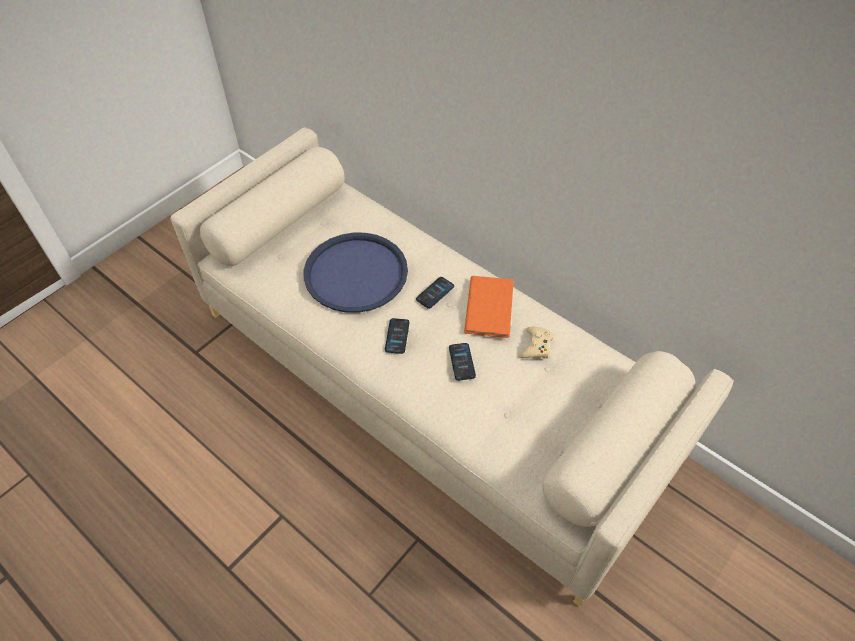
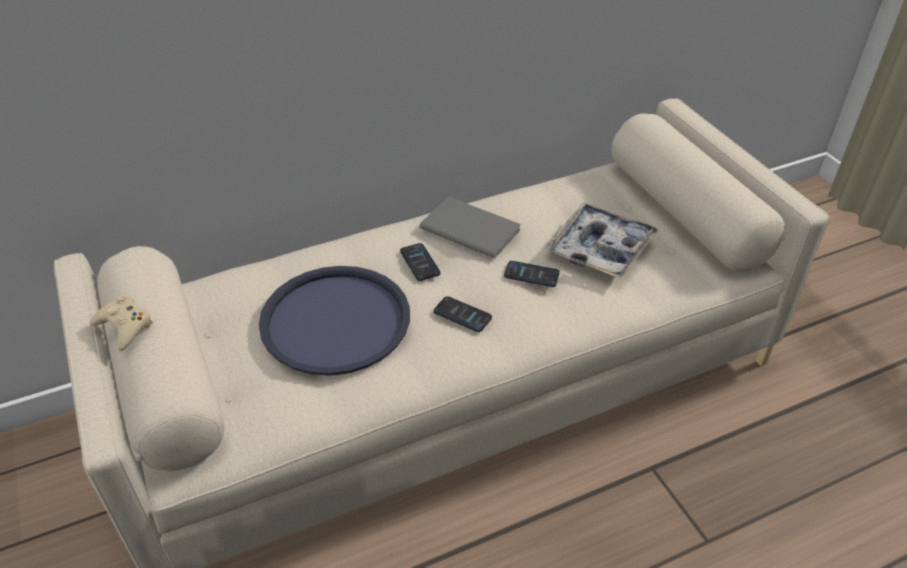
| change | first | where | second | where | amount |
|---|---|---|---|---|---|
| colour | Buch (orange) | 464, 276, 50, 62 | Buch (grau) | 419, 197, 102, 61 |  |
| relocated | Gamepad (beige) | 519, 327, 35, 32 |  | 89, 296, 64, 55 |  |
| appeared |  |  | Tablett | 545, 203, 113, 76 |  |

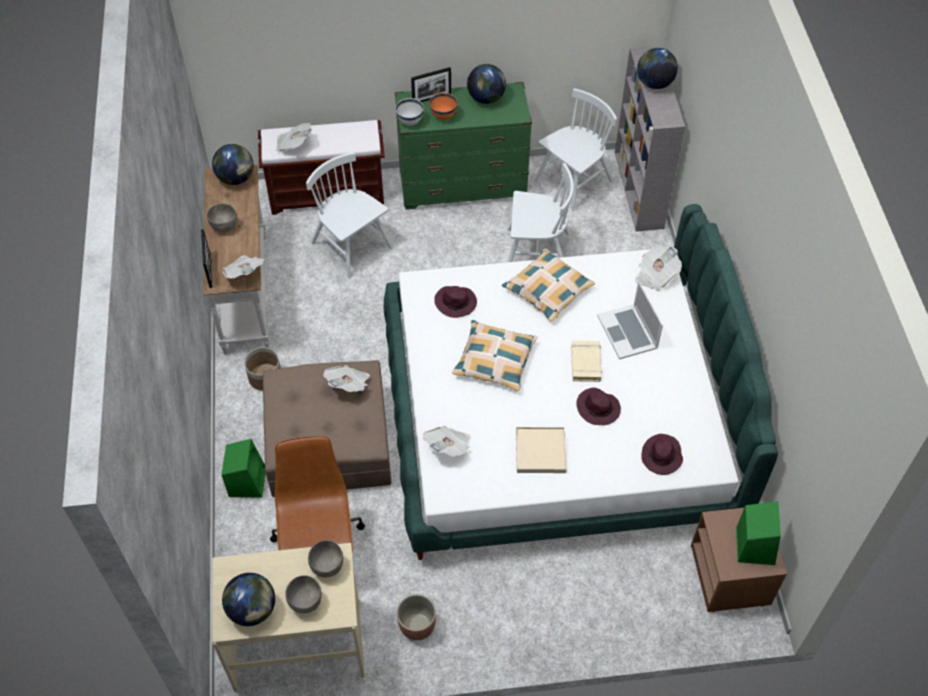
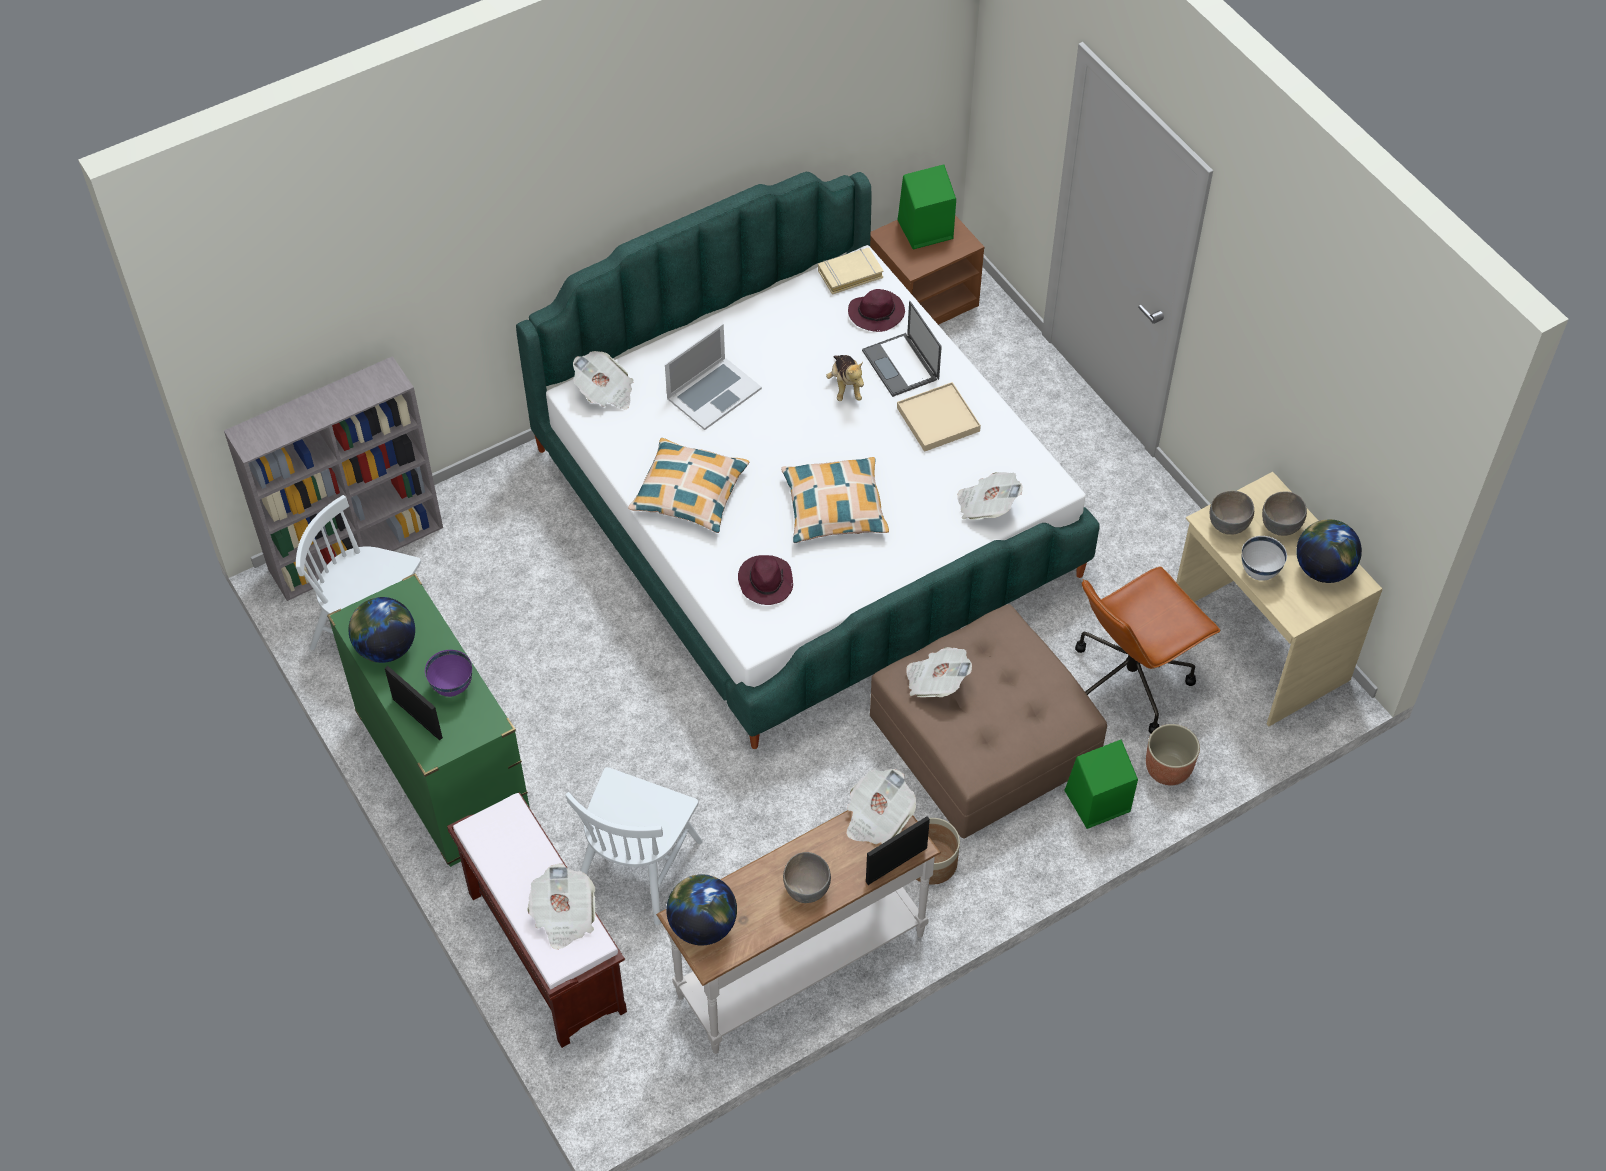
| change | first | where | second | where | amount |
|---|---|---|---|---|---|
| relocated | Schüssel (weiß) | 395, 98, 29, 28 |  | 1242, 536, 45, 45 |  |
| relocated | Pflanzkübel | 397, 594, 39, 47 |  | 1146, 724, 54, 61 |  |
| colour | Schüssel (orange) | 429, 93, 28, 27 | Schüssel (lila) | 425, 650, 47, 47 |  |
| missing | Stuhl (weiß) | 508, 163, 66, 99 |  |  |  |
| relocated | Buch (beige) | 571, 341, 31, 41 |  | 818, 247, 65, 48 |  |
| exchanged | Hut (lila) | 576, 388, 45, 37 | Plüschtier | 826, 355, 38, 46 |  |
| missing | Globus | 637, 48, 41, 41 |  |  |  |
| appeared |  |  | Laptop | 862, 301, 80, 96 |  |

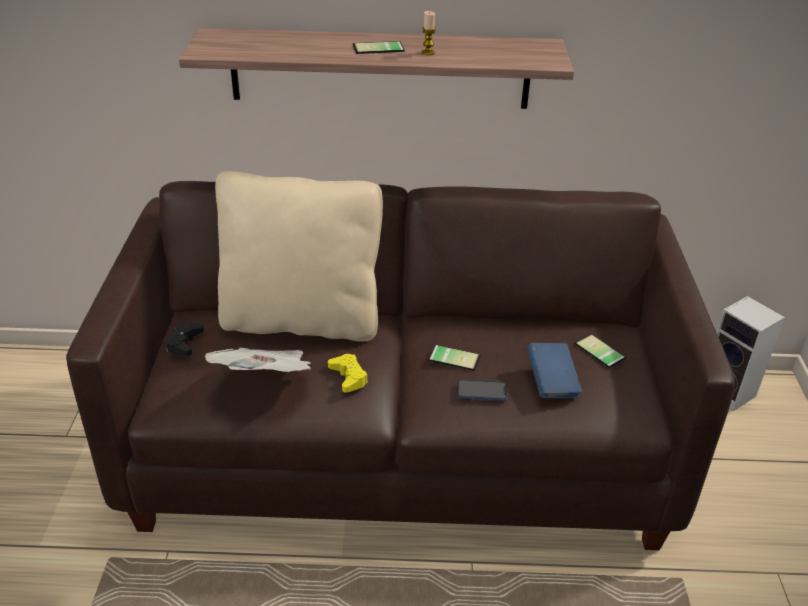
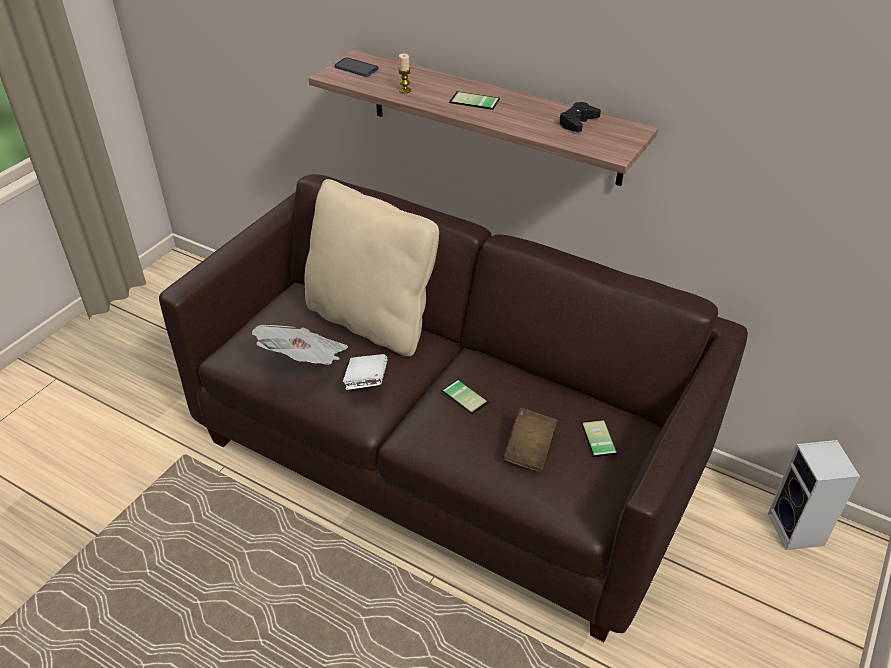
| change | first | where | second | where | amount |
|---|---|---|---|---|---|
| relocated | Gamepad (schwarz) | 166, 321, 38, 35 |  | 559, 102, 42, 30 |  |
| exchanged | Gamepad (gelb) | 328, 354, 40, 39 | Buch (weiß) | 343, 354, 45, 36 |  |
| relocated | Kerze | 422, 11, 14, 44 |  | 398, 54, 13, 40 |  |
| relocated | Handy | 457, 379, 50, 22 |  | 335, 57, 44, 20 |  |
| colour | Buch (blau) | 526, 343, 56, 55 | Buch (braun) | 502, 408, 55, 64 |  |

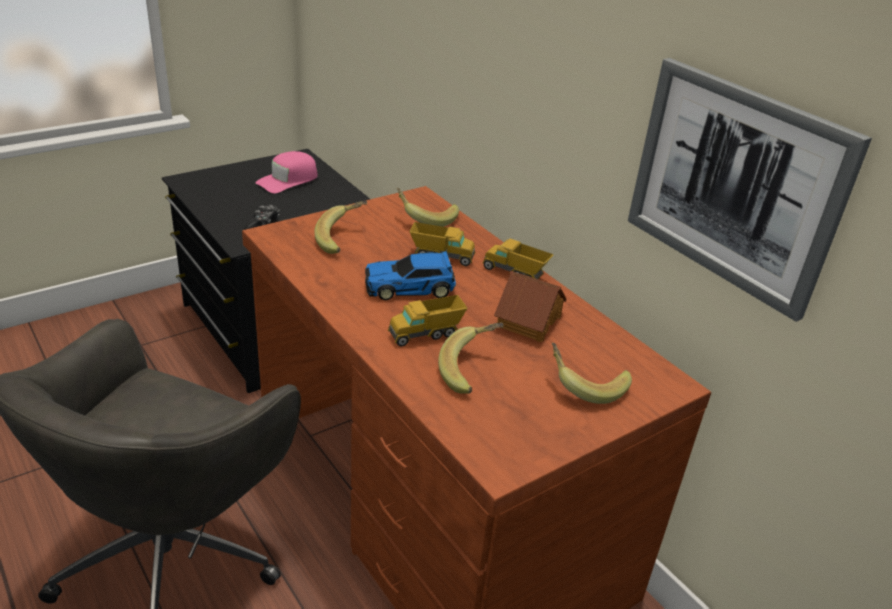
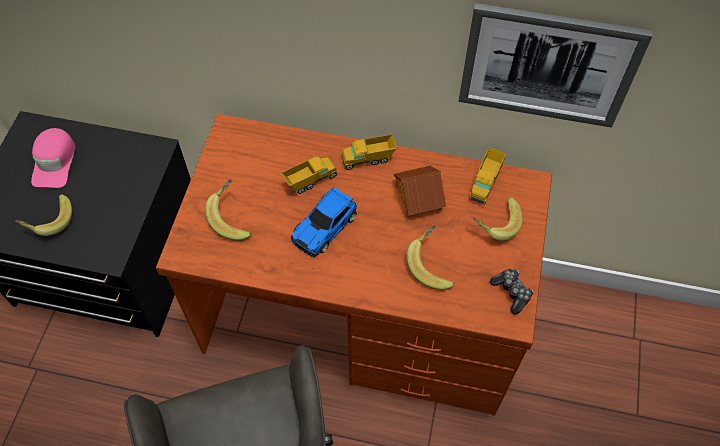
| change | first | where | second | where | amount |
|---|---|---|---|---|---|
| relocated | Gamepad | 244, 205, 36, 25 |  | 490, 269, 44, 46 |  |
| relocated | Spielzeuglaster | 388, 295, 79, 51 |  | 469, 148, 37, 57 |  |
| relocated | Banane | 397, 188, 62, 39 |  | 15, 194, 57, 42 |  |

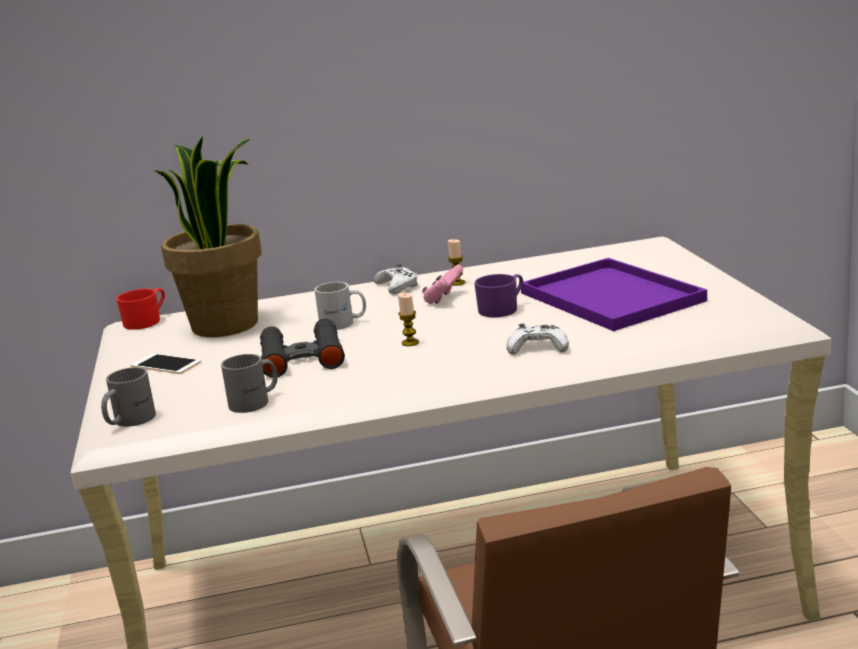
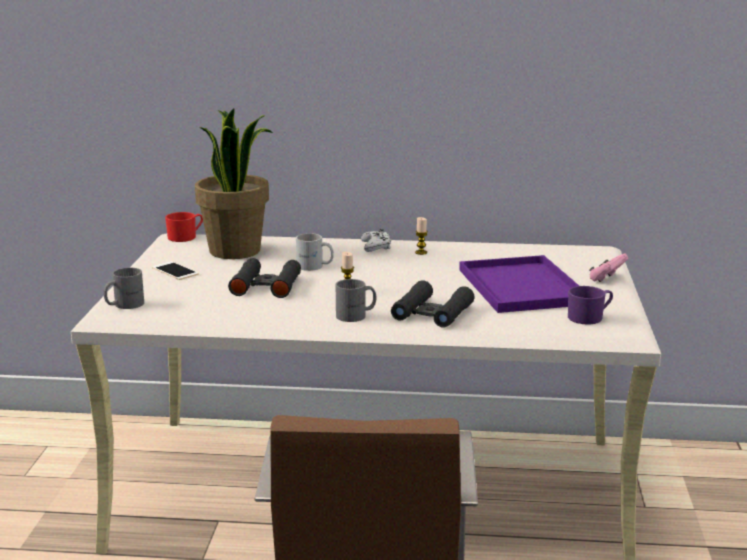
| change | first | where | second | where | amount |
|---|---|---|---|---|---|
| relocated | Henkelbecher (grau) | 221, 354, 57, 59 |  | 336, 279, 40, 43 |  |
| relocated | Gamepad (rosa) | 422, 265, 41, 39 |  | 589, 253, 39, 29 |  |
| relocated | Henkelbecher (lila) | 474, 274, 49, 43 |  | 568, 286, 45, 39 |  |
| exchanged | Gamepad (weiß) | 507, 324, 62, 31 | Fernglas (schwarz) | 391, 280, 83, 48 |  |

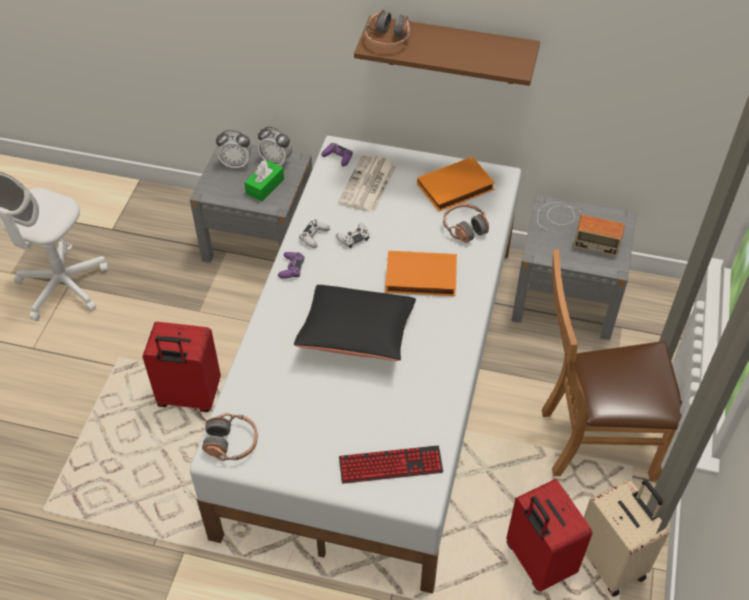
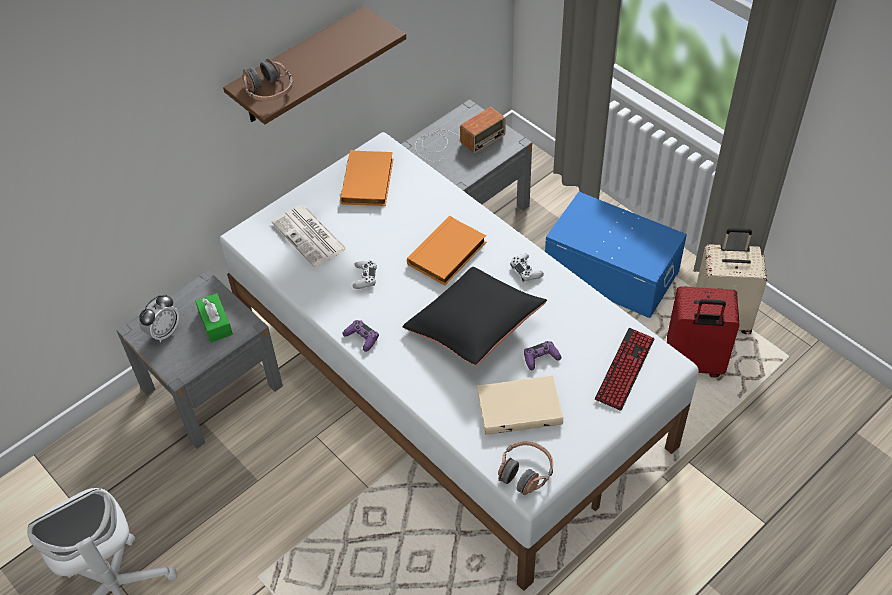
| change | first | where | second | where | amount |
|---|---|---|---|---|---|
| missing | Koffer (rot) | 143, 322, 78, 90 |  |  |  |
| missing | Wecker | 258, 127, 34, 40 |  |  |  |
| relocated | Gamepad (weiß) | 299, 220, 31, 28 |  | 510, 253, 34, 29 |  |
| relocated | Gamepad (lila) | 321, 143, 32, 24 |  | 524, 341, 37, 29 |  |
| missing | Kopfhörer | 443, 203, 46, 40 |  |  |  |
| exchanged | Stuhl (braun) | 542, 249, 140, 232 | Aufbewahrungsbox (blau) | 545, 192, 142, 126 |  |
| appeared |  |  | Buch (beige) | 477, 376, 86, 59 |  |

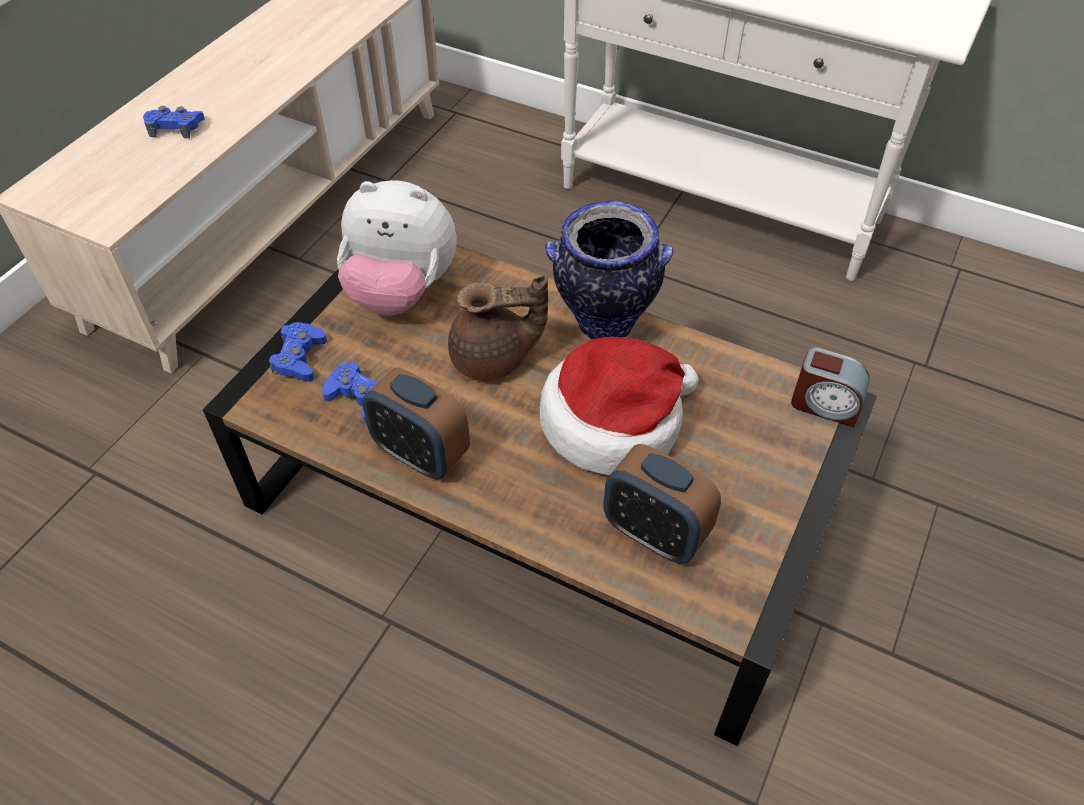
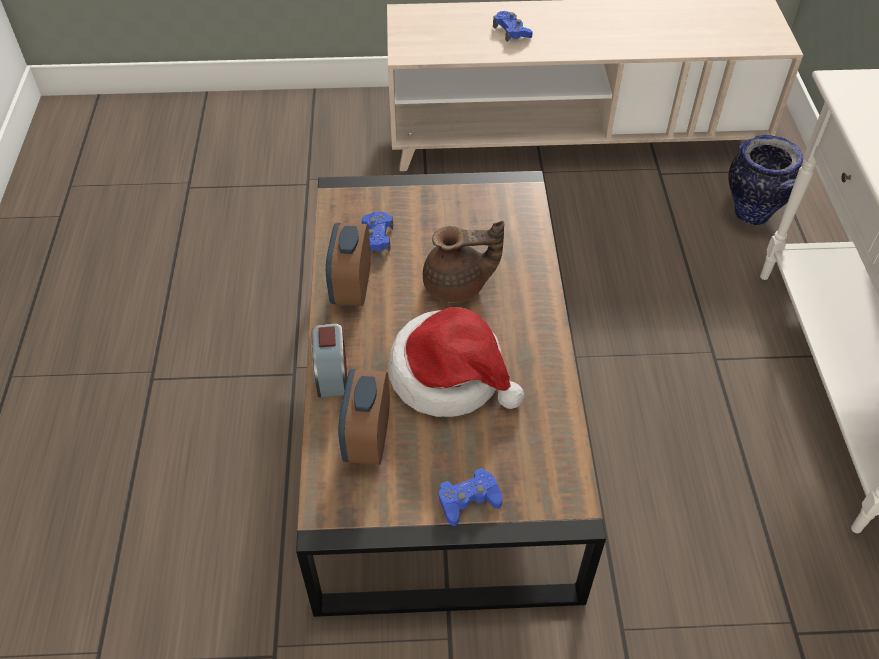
| change | first | where | second | where | amount |
|---|---|---|---|---|---|
| relocated | Gamepad (blau) | 269, 322, 58, 60 |  | 439, 468, 63, 58 |  |
| missing | Plüschtier | 337, 180, 120, 136 |  |  |  |
| spun | Teekanne (braun) | 448, 275, 100, 105 |  | 423, 221, 81, 82 | 60 degrees counterclockwise |
| relocated | Vase | 545, 201, 128, 138 |  | 728, 135, 75, 90 |  |
| relocated | Wecker | 791, 347, 79, 80 |  | 311, 324, 36, 73 |  |

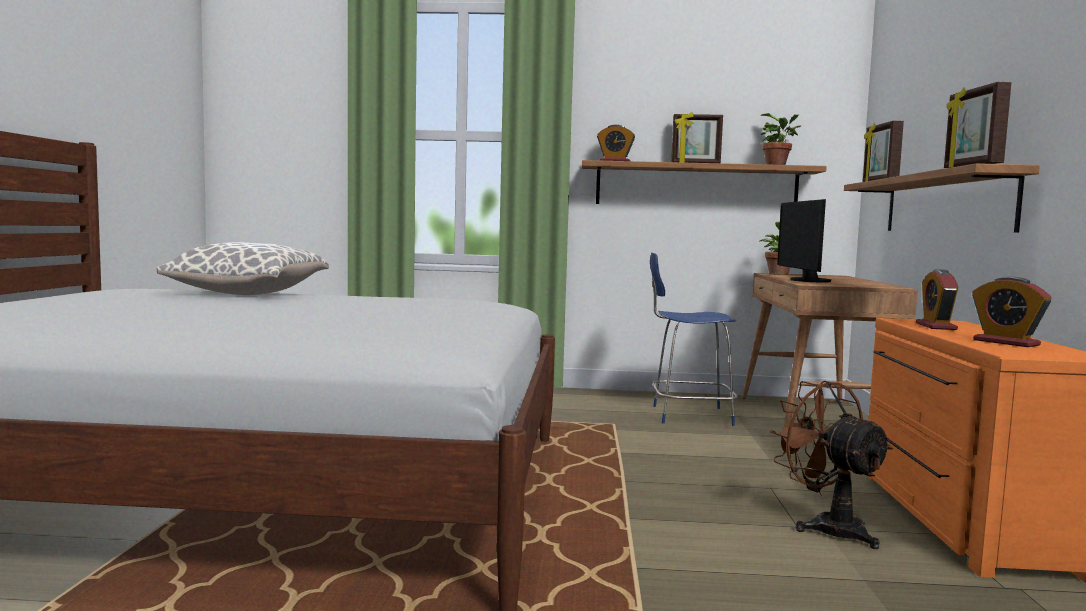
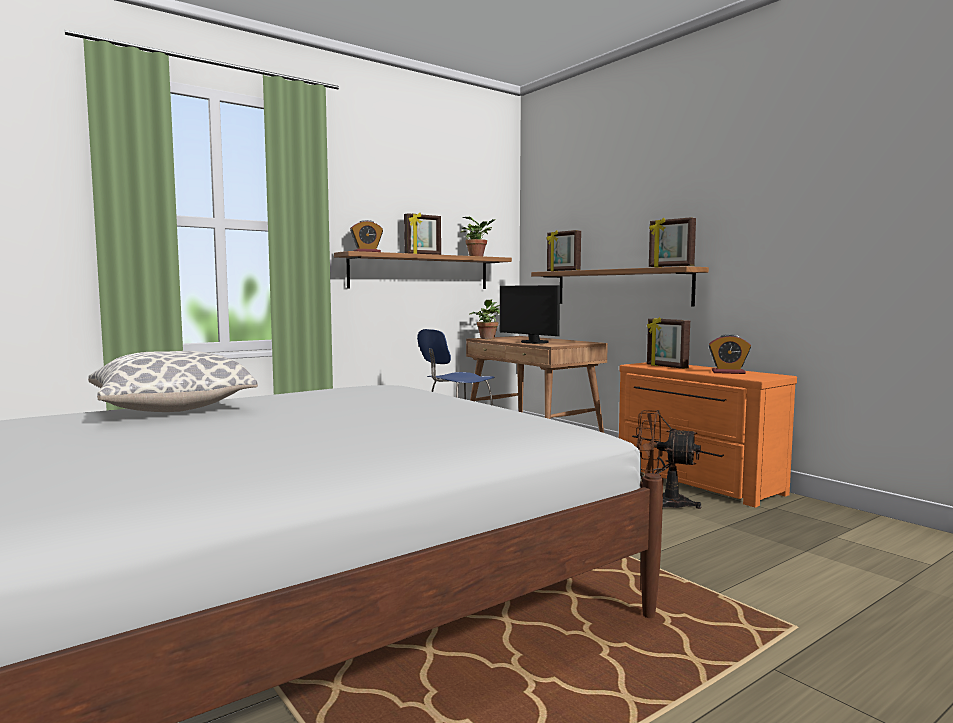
| change | first | where | second | where | amount |
|---|---|---|---|---|---|
| exchanged | Wecker | 916, 269, 42, 61 | Bilderrahmen | 647, 317, 43, 52 |  |

